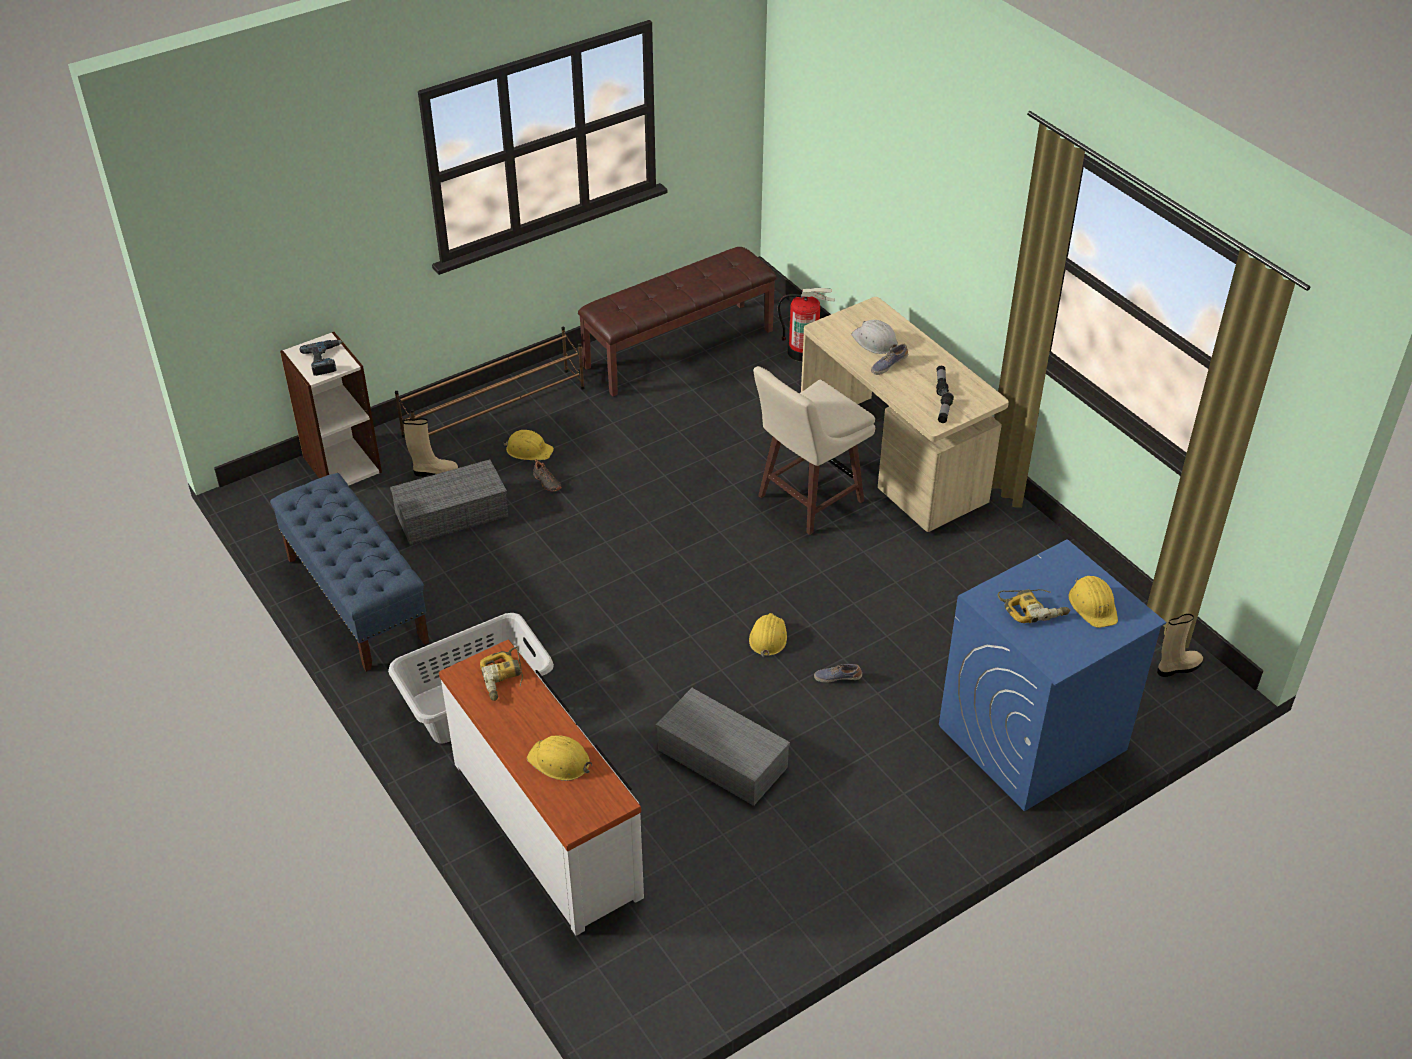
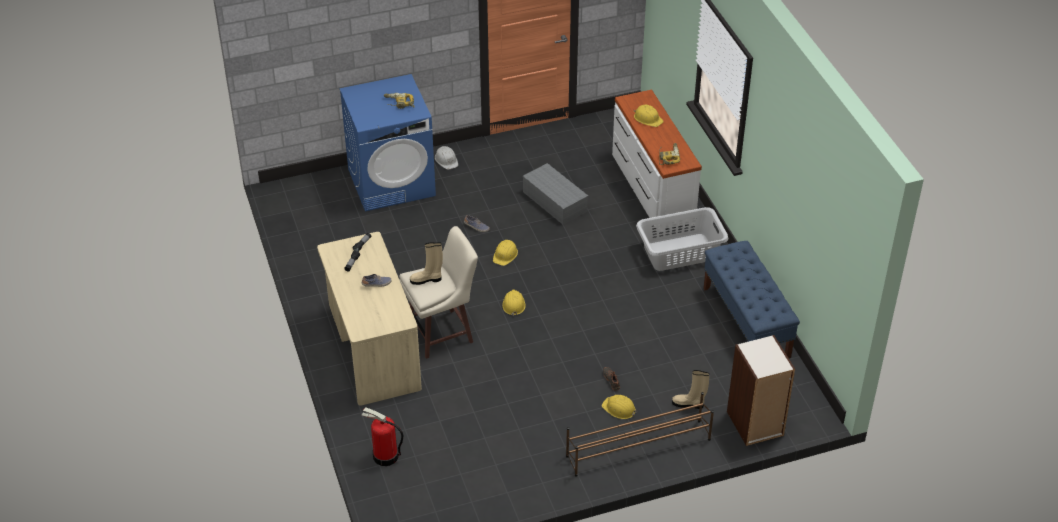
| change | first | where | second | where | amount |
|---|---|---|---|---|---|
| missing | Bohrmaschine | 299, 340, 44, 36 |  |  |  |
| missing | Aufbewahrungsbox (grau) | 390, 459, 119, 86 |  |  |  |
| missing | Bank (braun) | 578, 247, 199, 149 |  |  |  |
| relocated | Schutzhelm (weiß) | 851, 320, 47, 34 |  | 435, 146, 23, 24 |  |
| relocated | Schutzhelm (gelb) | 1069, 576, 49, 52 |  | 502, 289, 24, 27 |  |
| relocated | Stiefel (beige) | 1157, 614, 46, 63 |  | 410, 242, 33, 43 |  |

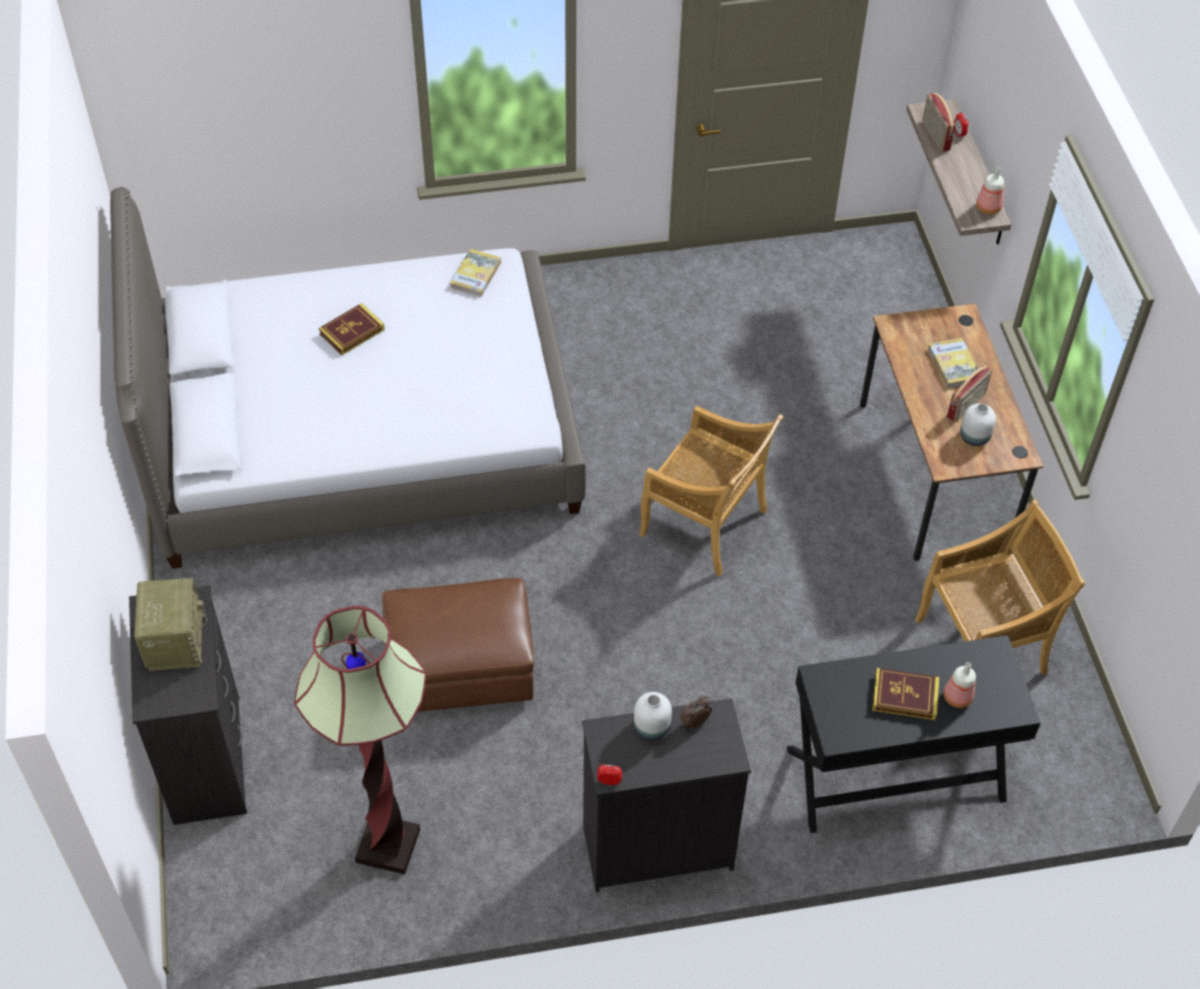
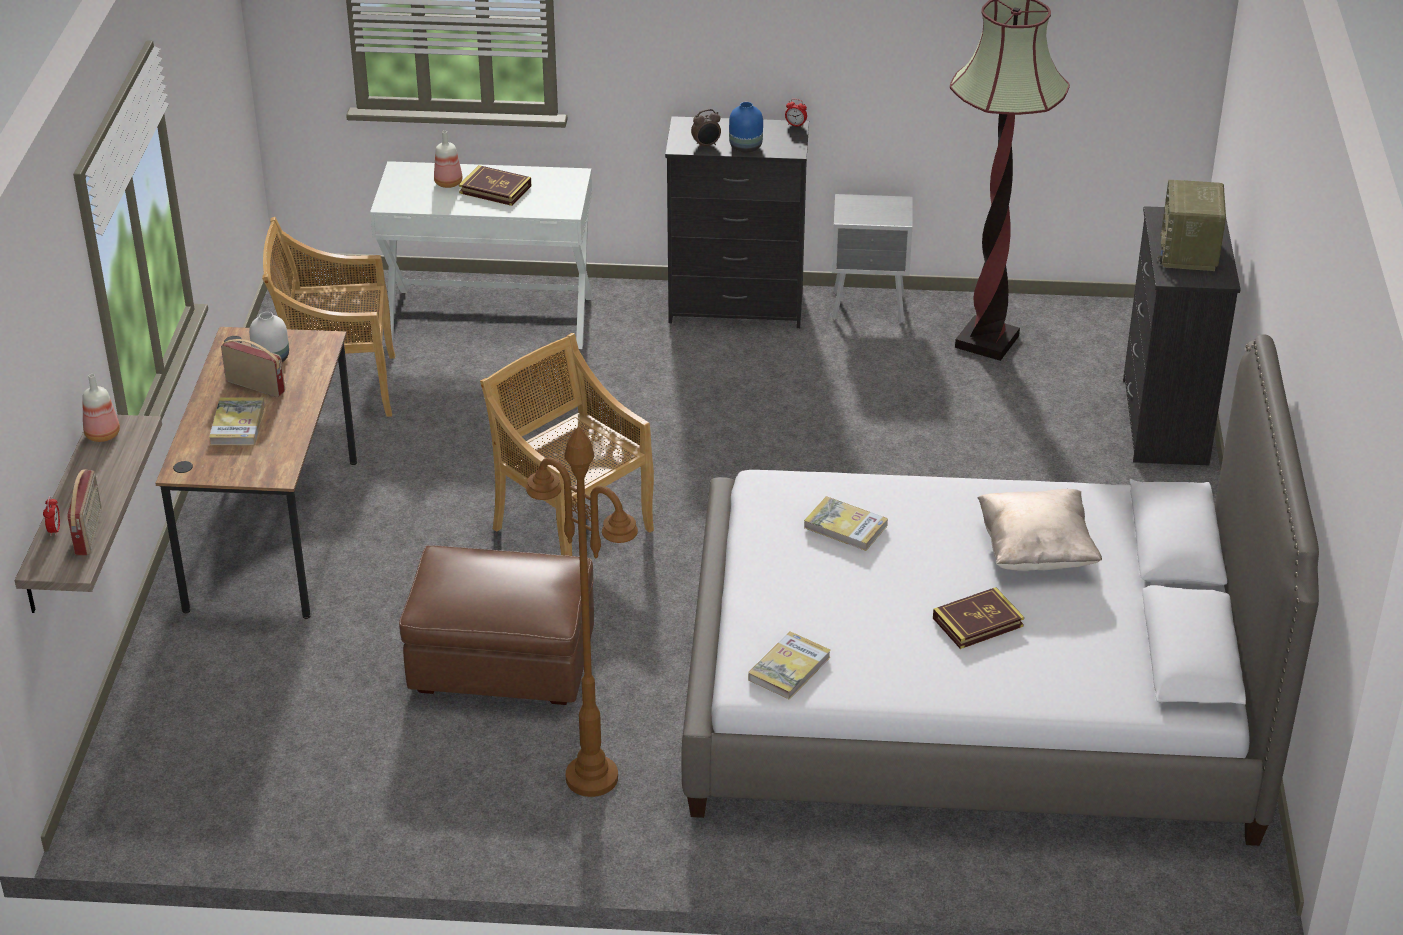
| change | first | where | second | where | amount |
|---|---|---|---|---|---|
| relocated | Polsterhocker (braun) | 382, 578, 152, 134 |  | 399, 545, 195, 160 |  |
| colour | Vase (weiß) | 634, 692, 38, 48 | Vase (blau) | 729, 102, 34, 51 |  |
| colour | Schreibtisch (schwarz) | 787, 635, 254, 198 | Schreibtisch (weiß) | 370, 161, 222, 188 |  |
| spun | Radio | 947, 365, 45, 57 |  | 221, 339, 64, 58 | 60 degrees clockwise |
| appeared |  |  | Stehlampe (braun) | 526, 427, 112, 370 |  |
| appeared |  |  | Buch | 804, 496, 84, 55 |  |
| appeared |  |  | Nachttisch (grau) | 832, 194, 80, 129 |  |
| appeared |  |  | Kissen (beige) | 977, 489, 125, 82 |  |

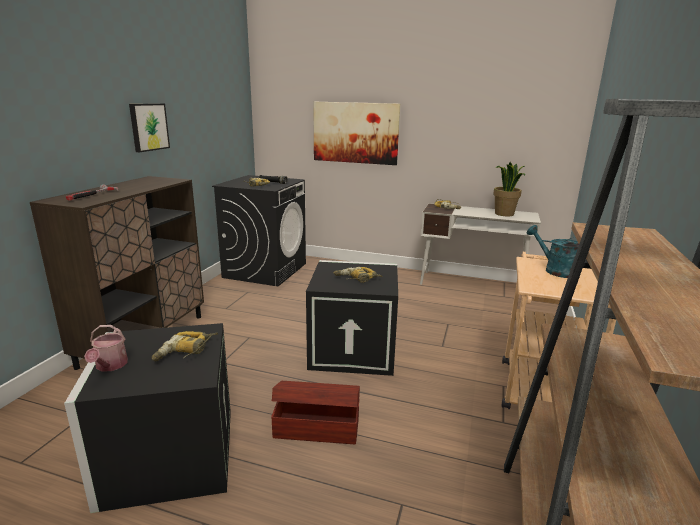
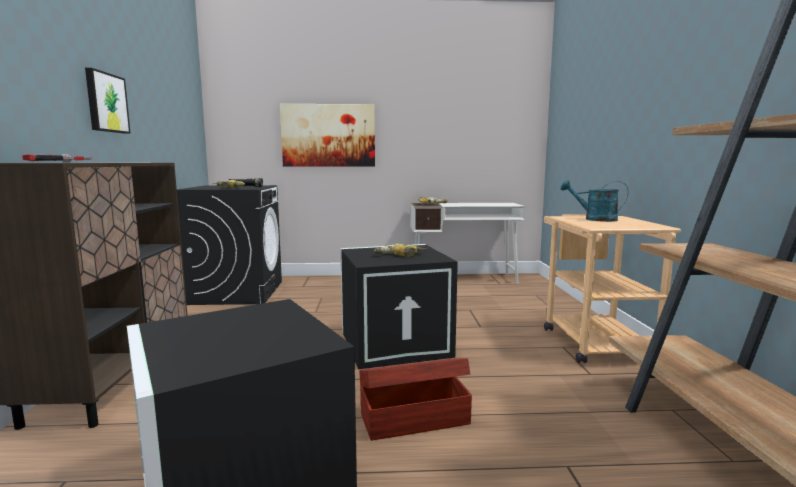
| change | first | where | second | where | amount |
|---|---|---|---|---|---|
| missing | Gießkanne | 84, 325, 44, 47 |  |  |  |
| missing | Bohrmaschine | 152, 331, 66, 30 |  |  |  |
| missing | Topfpflanze | 493, 162, 32, 54 |  |  |  |

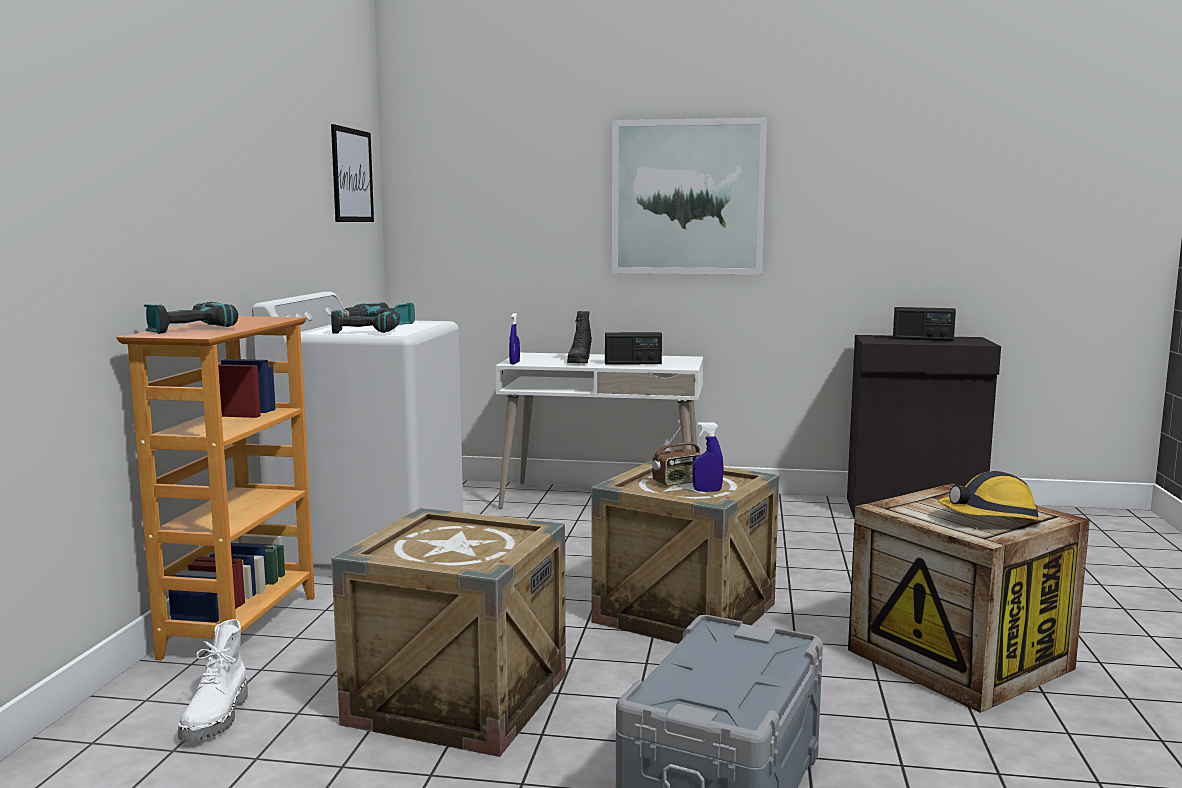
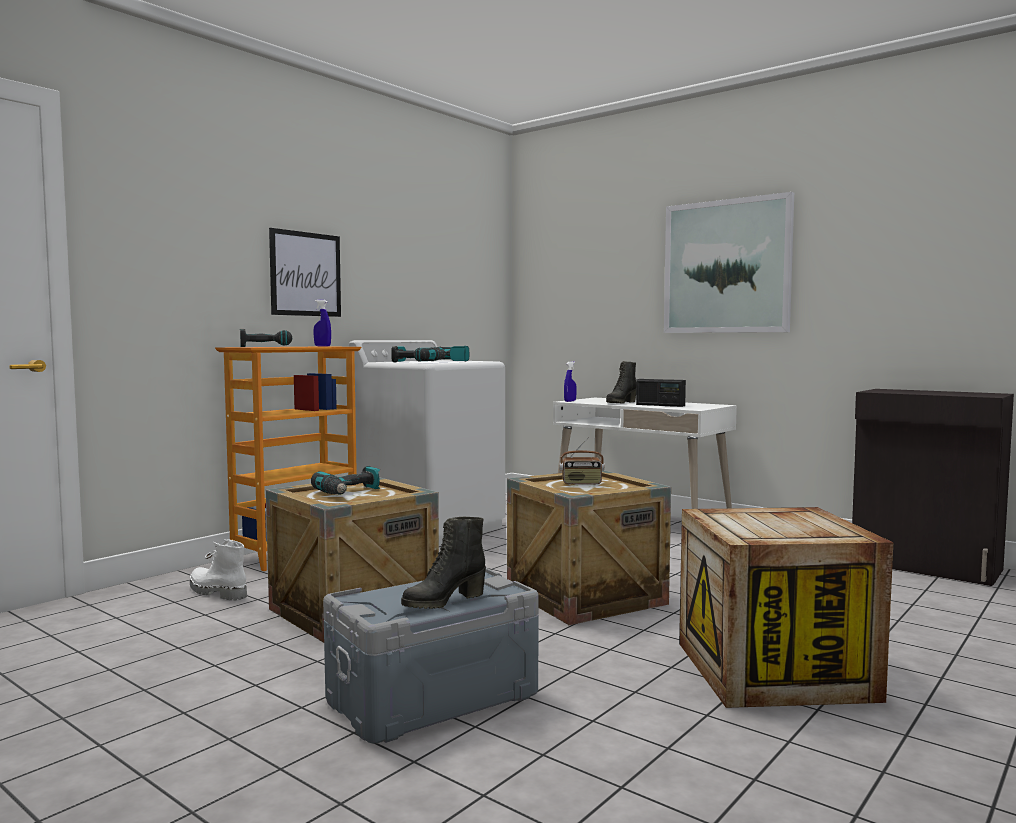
| change | first | where | second | where | amount |
|---|---|---|---|---|---|
| spun | Stiefel (weiß) | 178, 619, 70, 122 |  | 190, 539, 57, 61 | 90 degrees clockwise |
| relocated | Bild | 331, 124, 43, 98 |  | 269, 228, 72, 89 |  |
| relocated | Sprühflasche (blau) | 692, 422, 32, 70 |  | 314, 300, 17, 47 |  |
| missing | Radio | 893, 307, 63, 34 |  |  |  |
| missing | Schutzhelm | 939, 471, 104, 50 |  |  |  |
| appeared |  |  | Bohrmaschine | 311, 466, 69, 29 |  |
| appeared |  |  | Stiefel (schwarz) | 401, 517, 85, 92 |  |

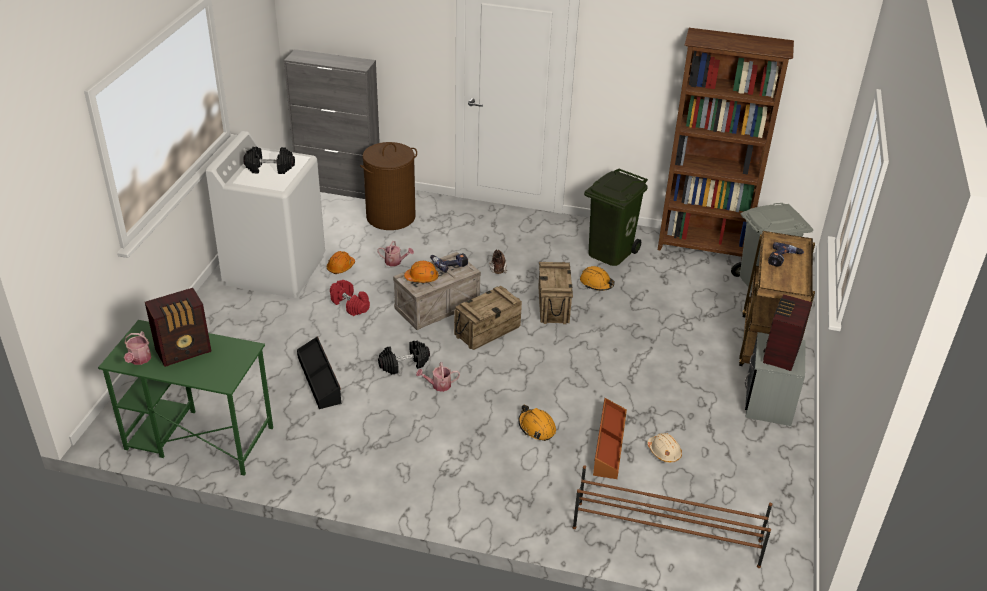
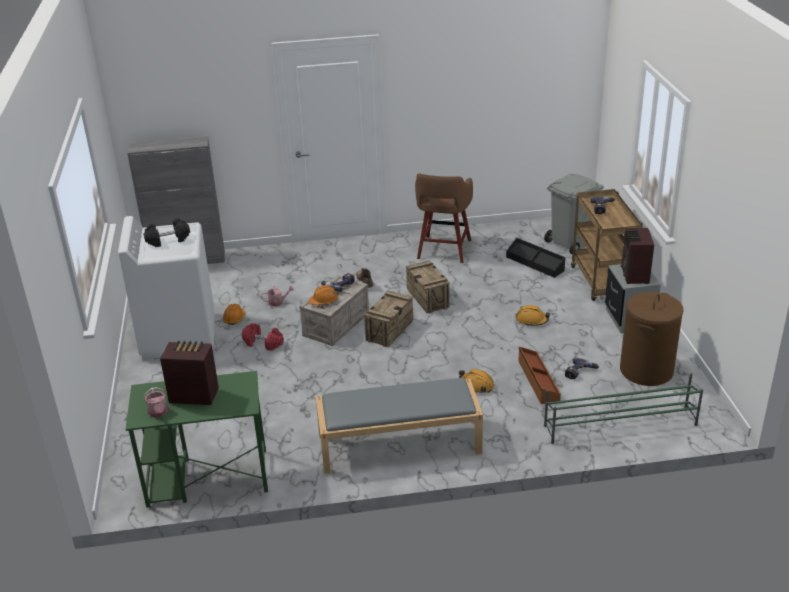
| change | first | where | second | where | amount |
|---|---|---|---|---|---|
| spun | Radio | 145, 288, 66, 79 |  | 160, 341, 59, 64 | 120 degrees counterclockwise |
| relocated | Aufbewahrungsbox (schwarz) | 297, 336, 44, 73 |  | 506, 238, 60, 40 |  |
| relocated | Wäschekorb (braun) | 360, 142, 57, 88 |  | 620, 292, 64, 94 |  |
| missing | Hantel (schwarz) | 378, 340, 52, 35 |  |  |  |
| missing | Gießkanne | 416, 362, 44, 30 |  |  |  |
| colour | Schuhregal (braun) | 573, 465, 199, 103 | Schuhregal (grün) | 544, 373, 159, 71 |  |
| relocated | Schutzhelm (orange) | 580, 266, 35, 25 |  | 516, 305, 34, 21 |  |
| exchanged | Mülleimer (grün) | 584, 169, 64, 97 | Hocker (braun) | 415, 173, 58, 90 |  |
| exchanged | Schutzhelm (beige) | 647, 433, 35, 30 | Bohrmaschine | 565, 358, 34, 21 |  |
| missing | Bücherregal (braun) | 658, 28, 136, 233 |  |  |  |
| appeared |  |  | Bank (grau) | 316, 378, 167, 96 |  |

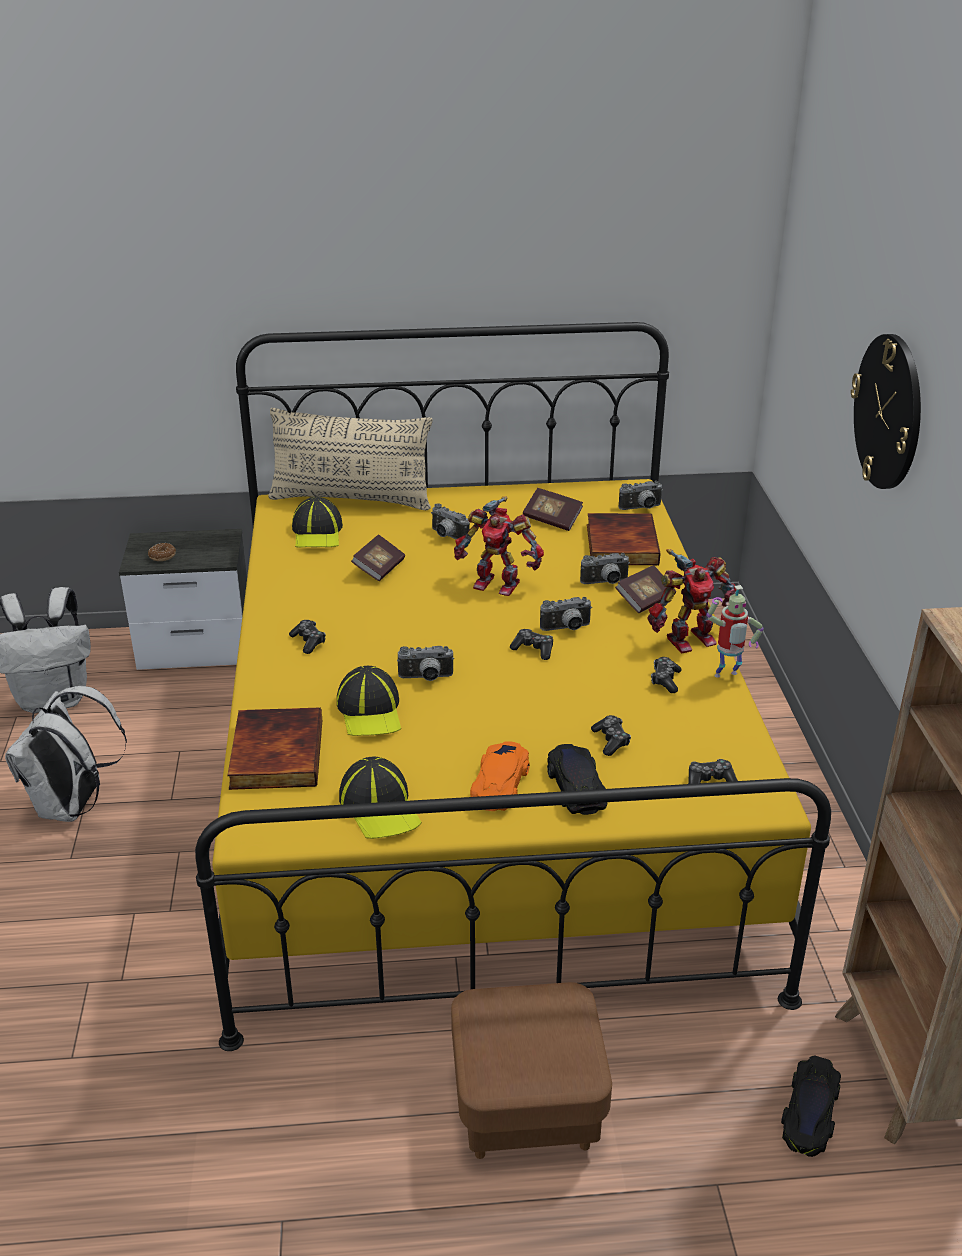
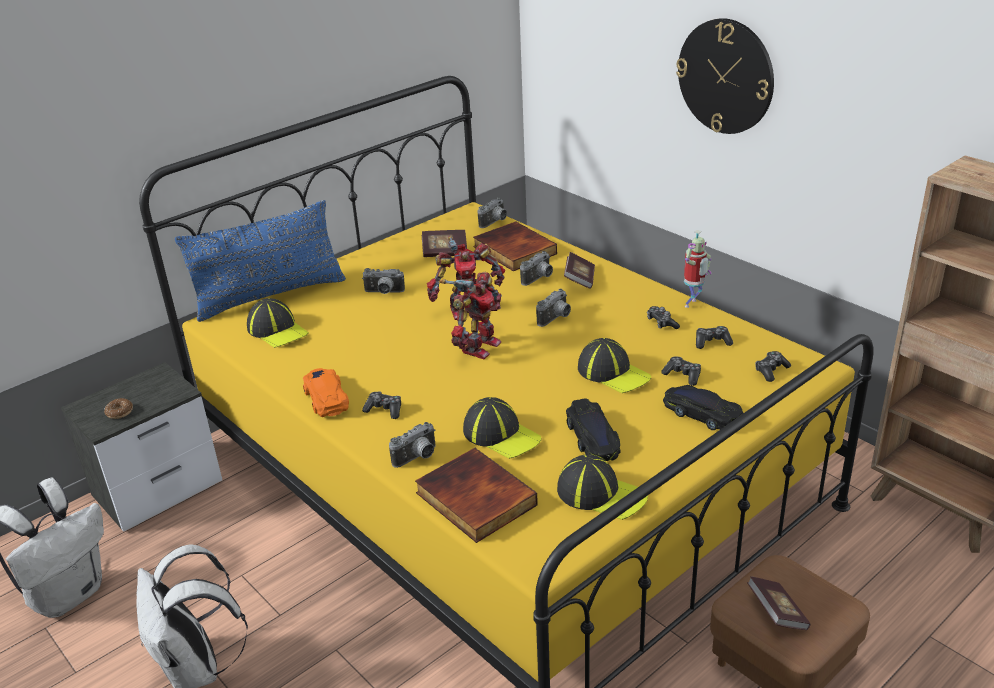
| change | first | where | second | where | amount |
|---|---|---|---|---|---|
| colour | Kissen (beige) | 268, 408, 165, 102 | Kissen (blau) | 175, 200, 171, 122 |  |
| relocated | Buch | 351, 535, 54, 46 |  | 747, 576, 64, 54 |  |
| relocated | Kamera | 397, 646, 57, 35 |  | 389, 422, 47, 46 |  |
| relocated | Spielzeugauto (orange) | 470, 741, 60, 70 |  | 303, 368, 46, 49 |  |
| relocated | Gamepad | 510, 629, 43, 31 |  | 696, 326, 37, 23 |  |
| relocated | Spielzeugroboter | 648, 549, 88, 105 |  | 439, 272, 63, 87 |  |
| relocated | Spielzeugauto (schwarz) | 781, 1055, 60, 102 |  | 566, 398, 55, 63 |  |
| appeared |  |  | Kappe | 578, 338, 73, 55 |  |

